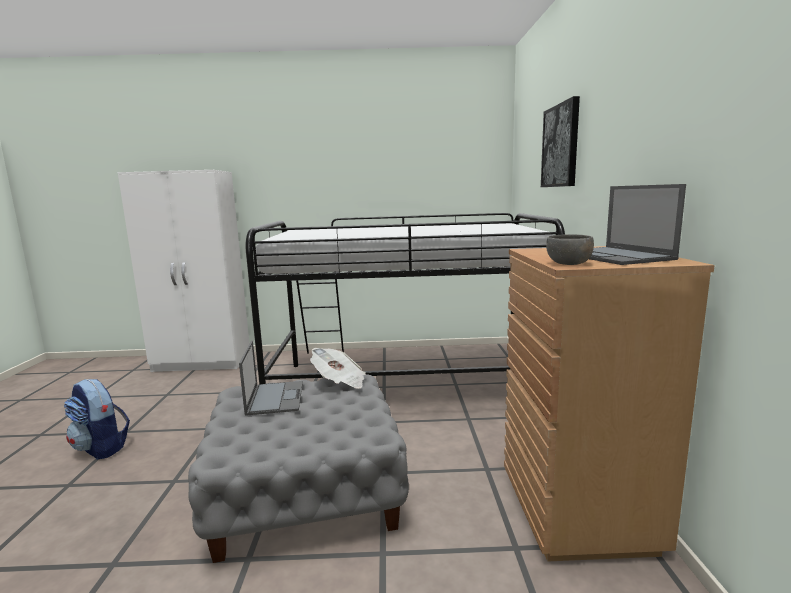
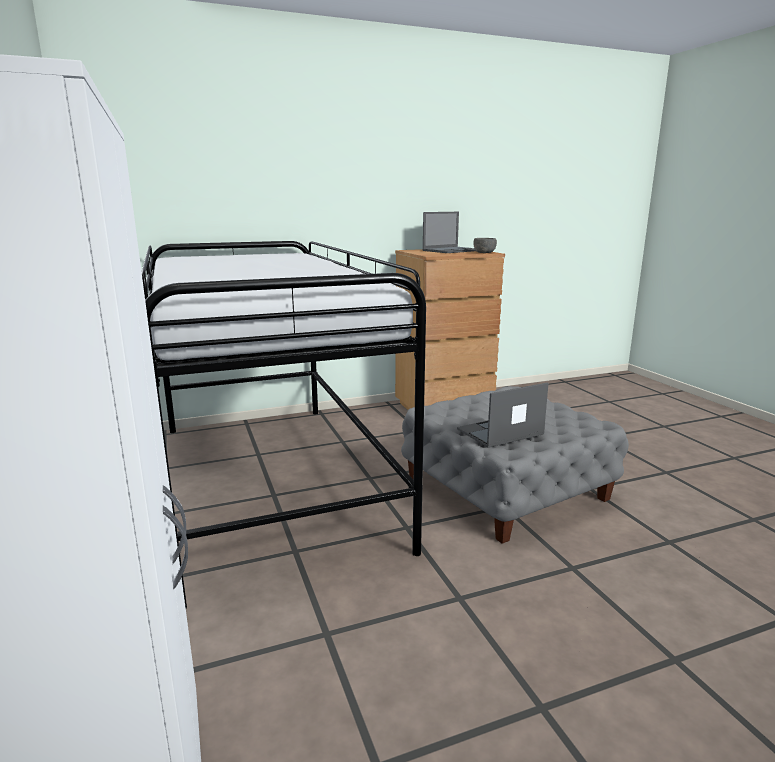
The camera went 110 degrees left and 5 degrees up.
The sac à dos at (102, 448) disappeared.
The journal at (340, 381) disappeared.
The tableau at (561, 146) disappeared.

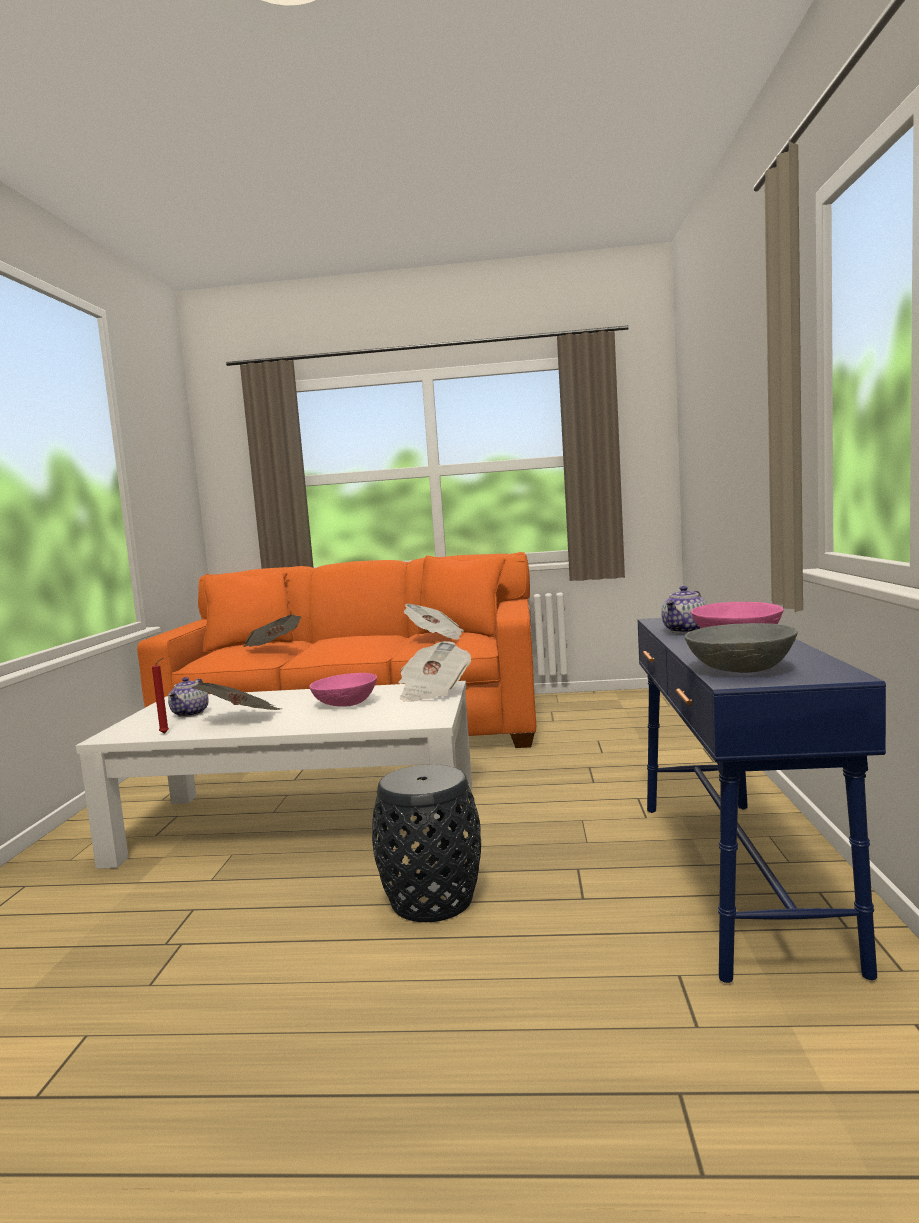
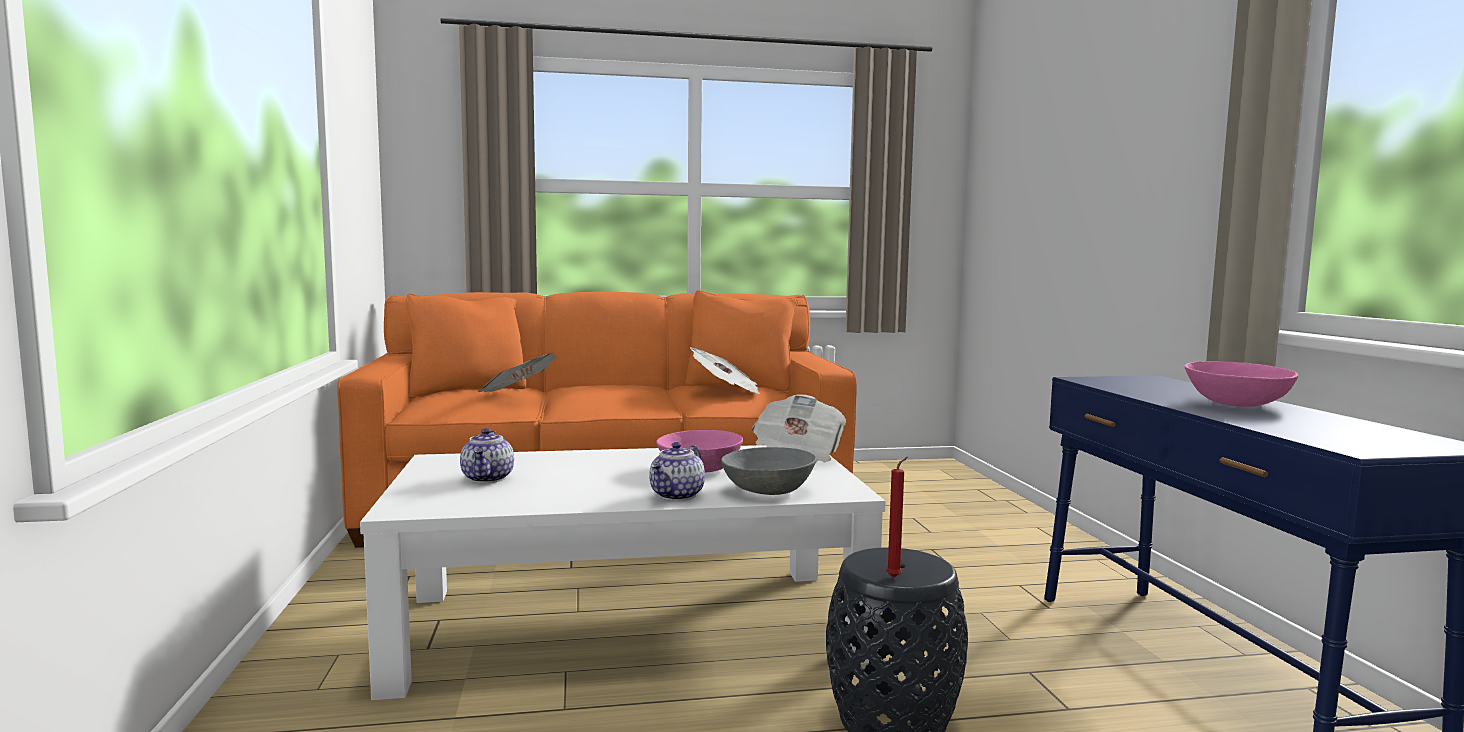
The camera went 15 degrees left and 0 degrees up.
The théière moved from (686, 631) to (678, 496).
The bol [gris] moved from (741, 669) to (768, 490).
The bougie [rouge] moved from (166, 733) to (895, 577).
The journal at (242, 719) disappeared.

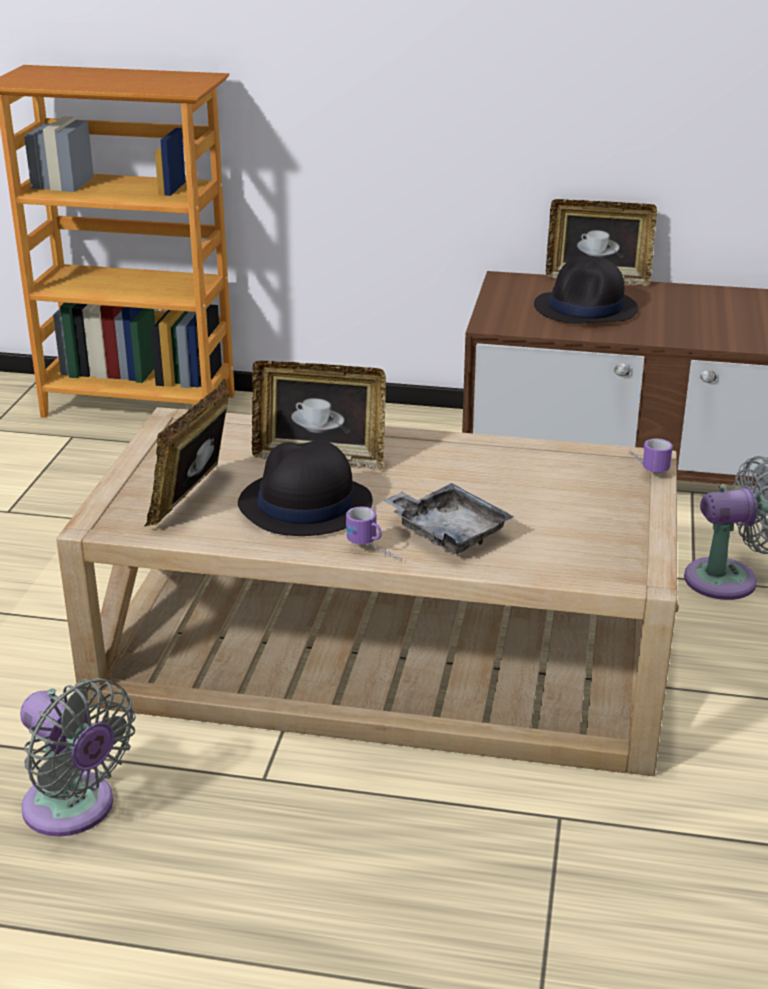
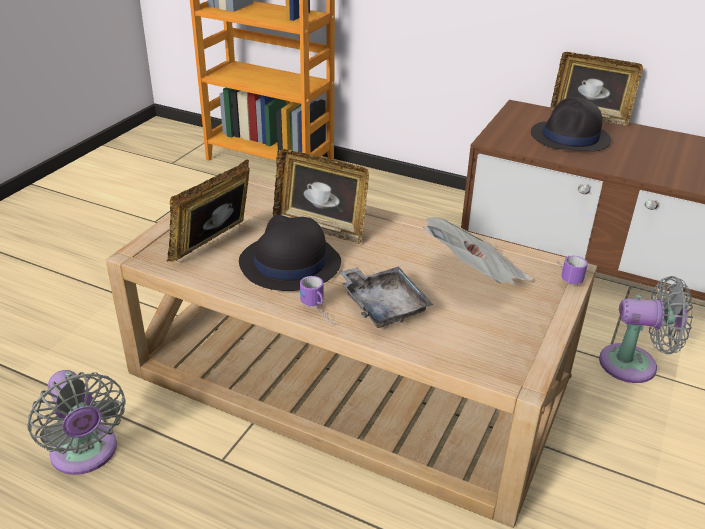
The camera went 15 degrees right and 5 degrees up.
The journal at (475, 276) appeared.

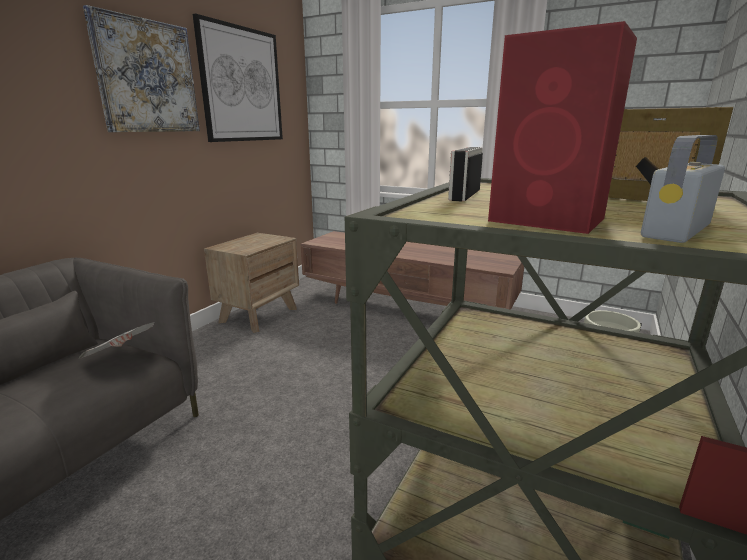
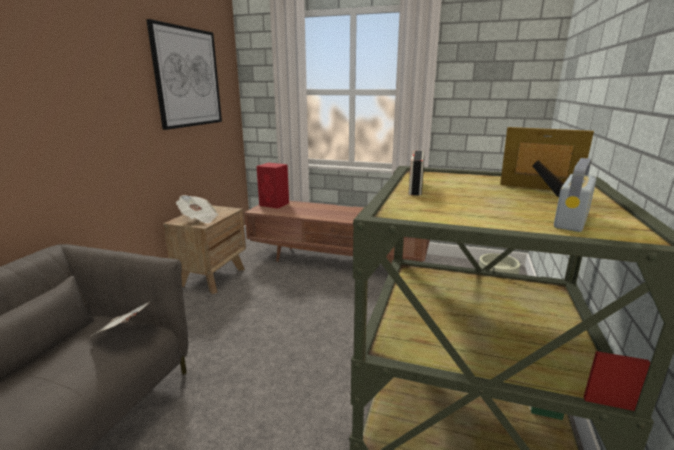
The camera went 10 degrees left and 0 degrees up.
The journal at (199, 219) appeared.
The enceinte [rouge] moved from (550, 220) to (275, 204).
The tableau at (147, 77) disappeared.

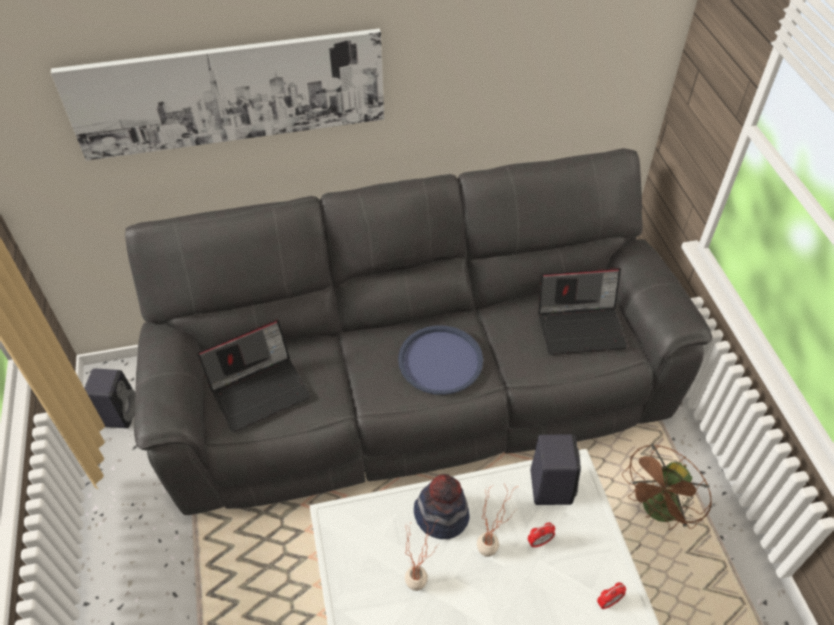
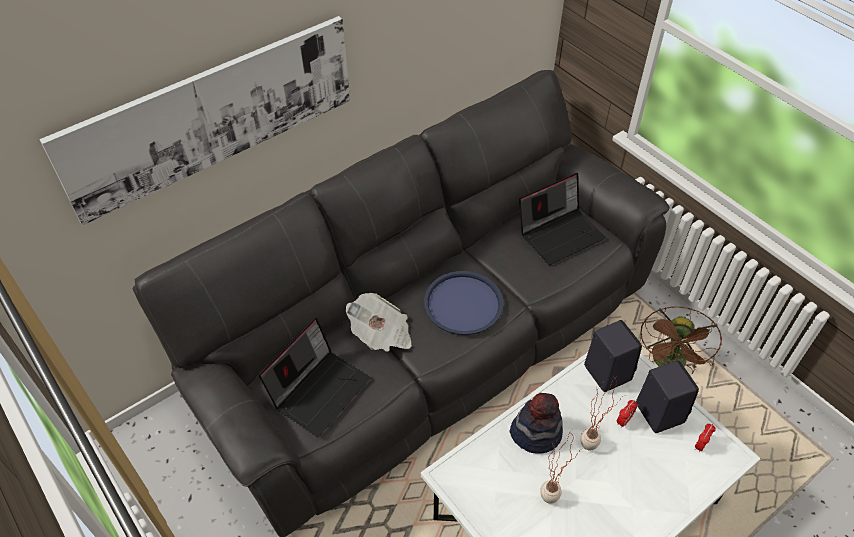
The camera went 25 degrees left and 0 degrees up.
The journal at (381, 334) appeared.
The enceinte [noir] moved from (119, 412) to (658, 411).

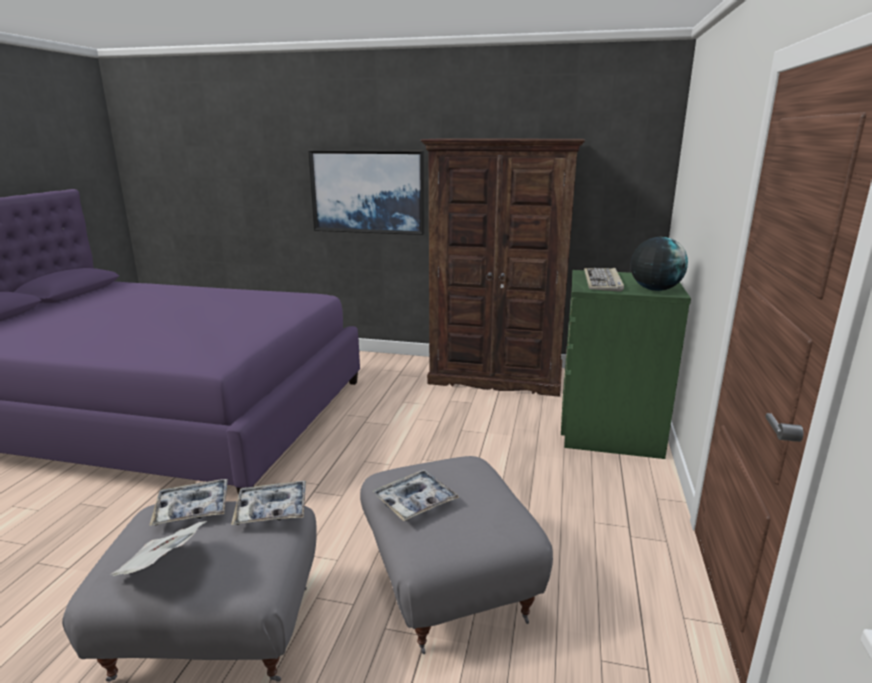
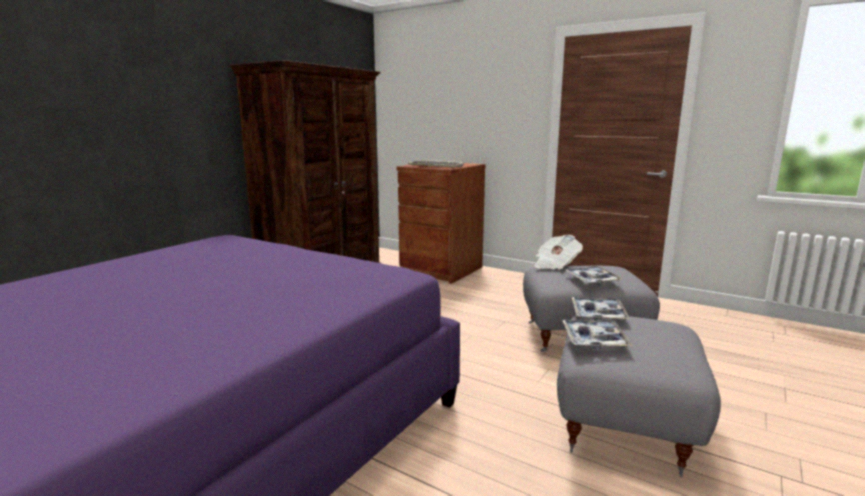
The camera went 70 degrees left and 5 degrees down.
The commode [vert] at (610, 432) became the commode [marron] at (442, 270).
The journal moved from (163, 567) to (555, 264).
The tableau at (368, 192) disappeared.
The globe at (655, 289) disappeared.

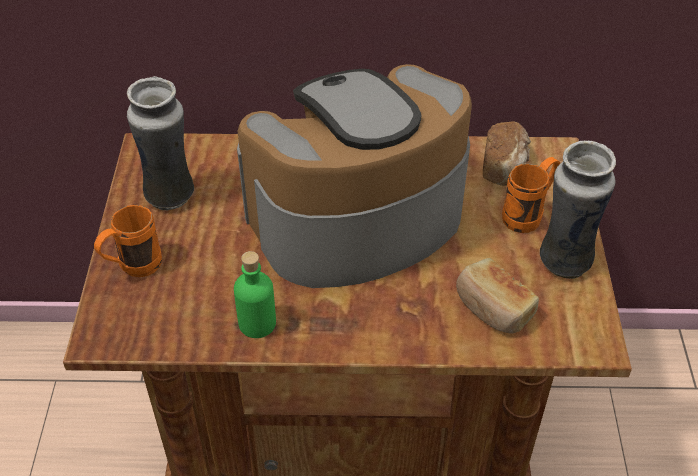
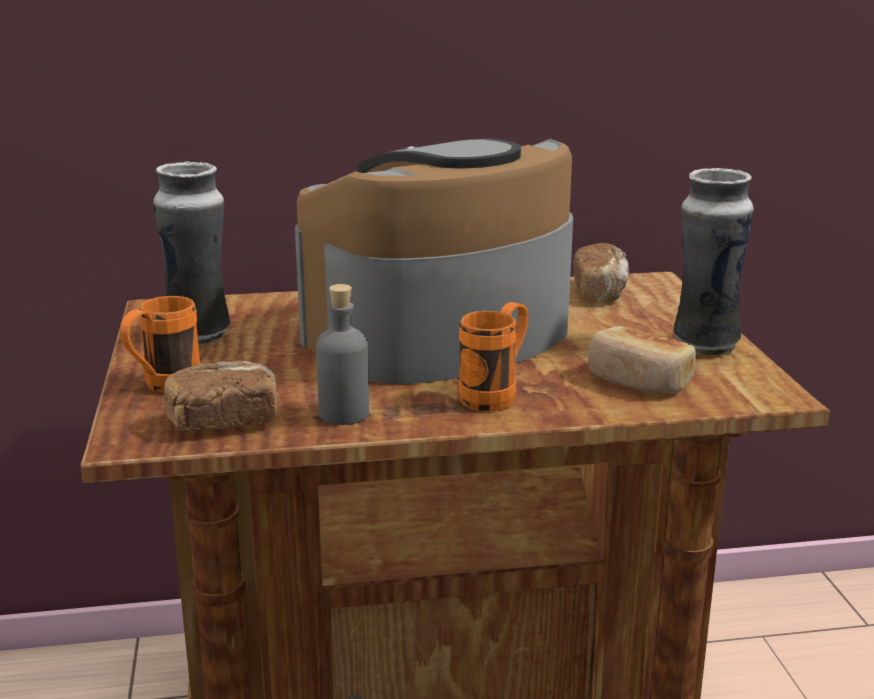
The camera went 10 degrees left and 25 degrees down.
The pain at (223, 422) appeared.
The bouteille [vert] at (257, 323) became the bouteille [gris] at (344, 414).
The mug [orange] moved from (528, 215) to (496, 395).

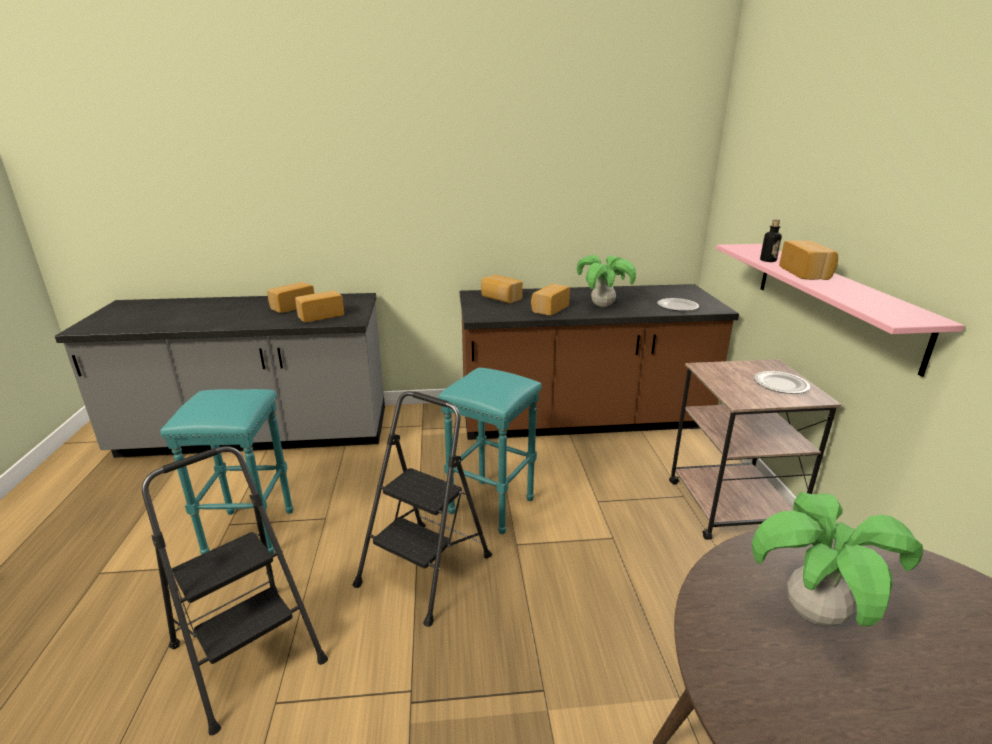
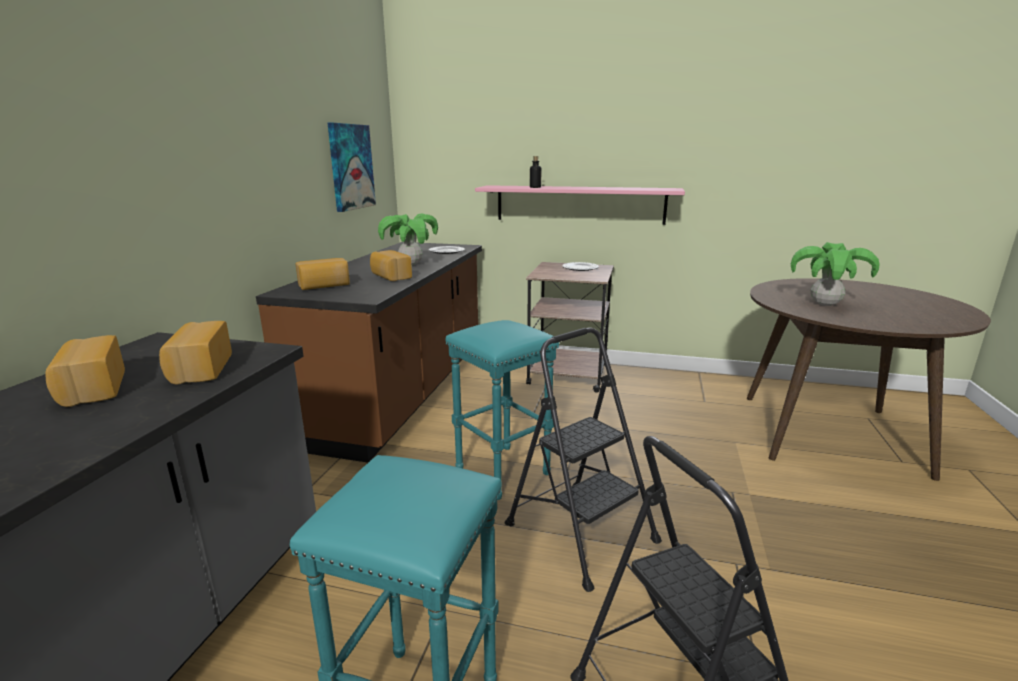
The camera went 70 degrees left and 5 degrees down.
The tableau at (350, 167) appeared.
The pain at (806, 273) disappeared.

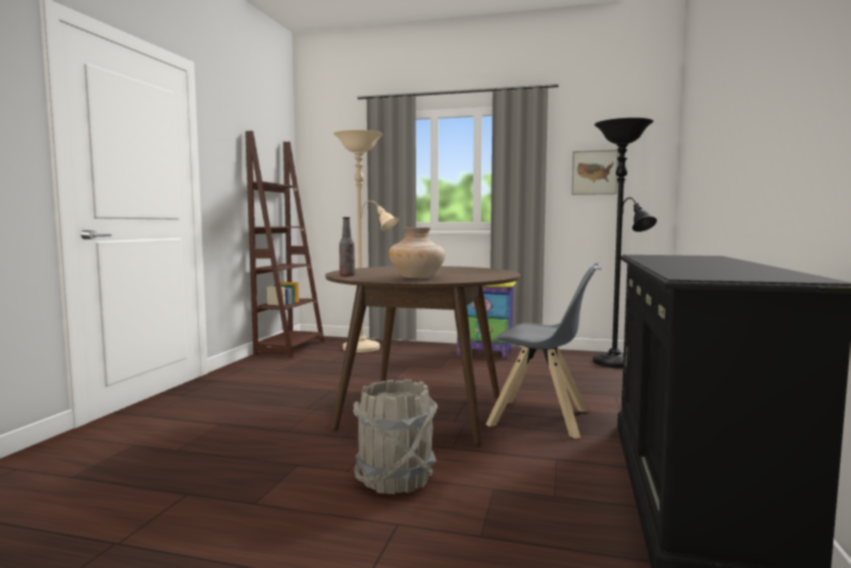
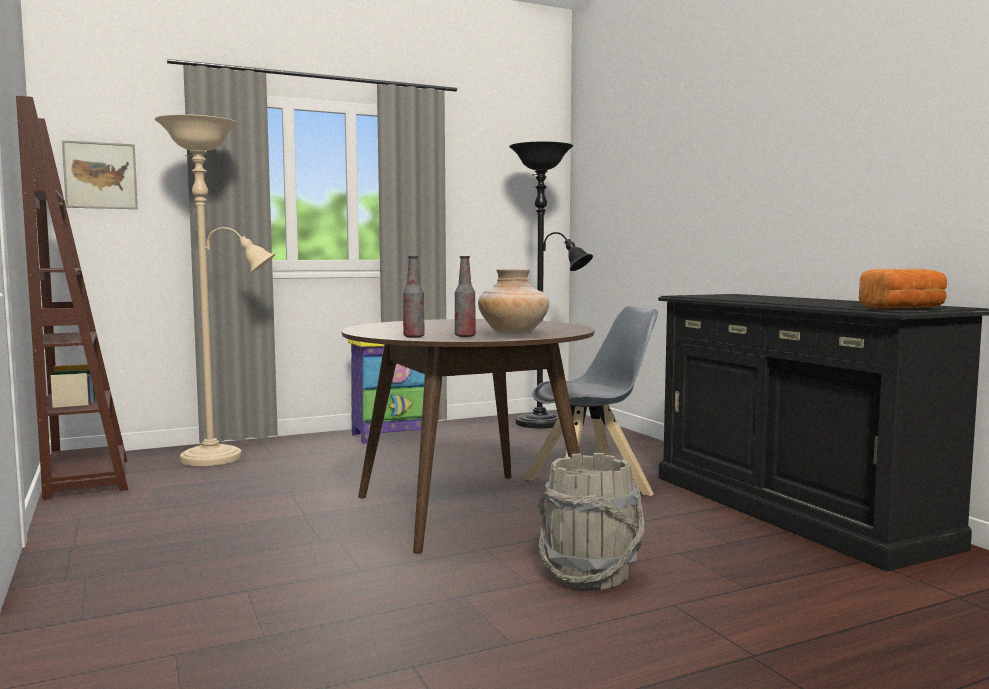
The camera went 40 degrees left and 0 degrees up.
The tableau moved from (594, 172) to (100, 175).
The bouteille at (465, 336) appeared.
The pain at (904, 308) appeared.

